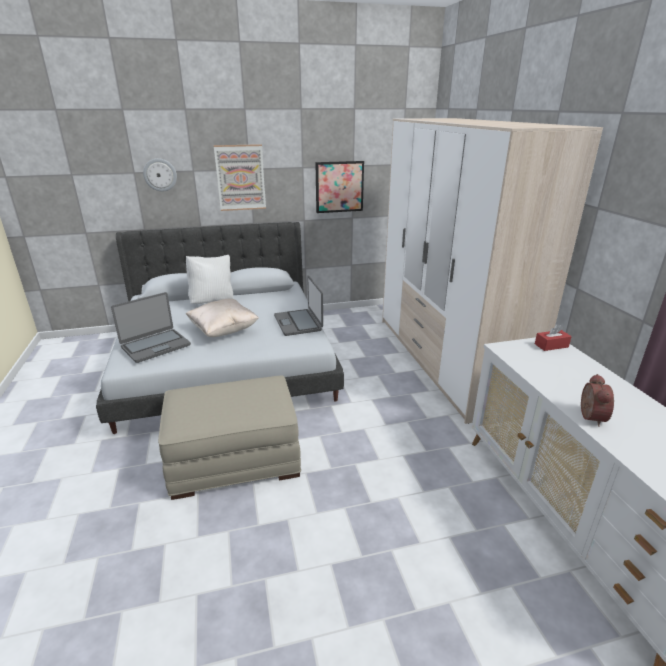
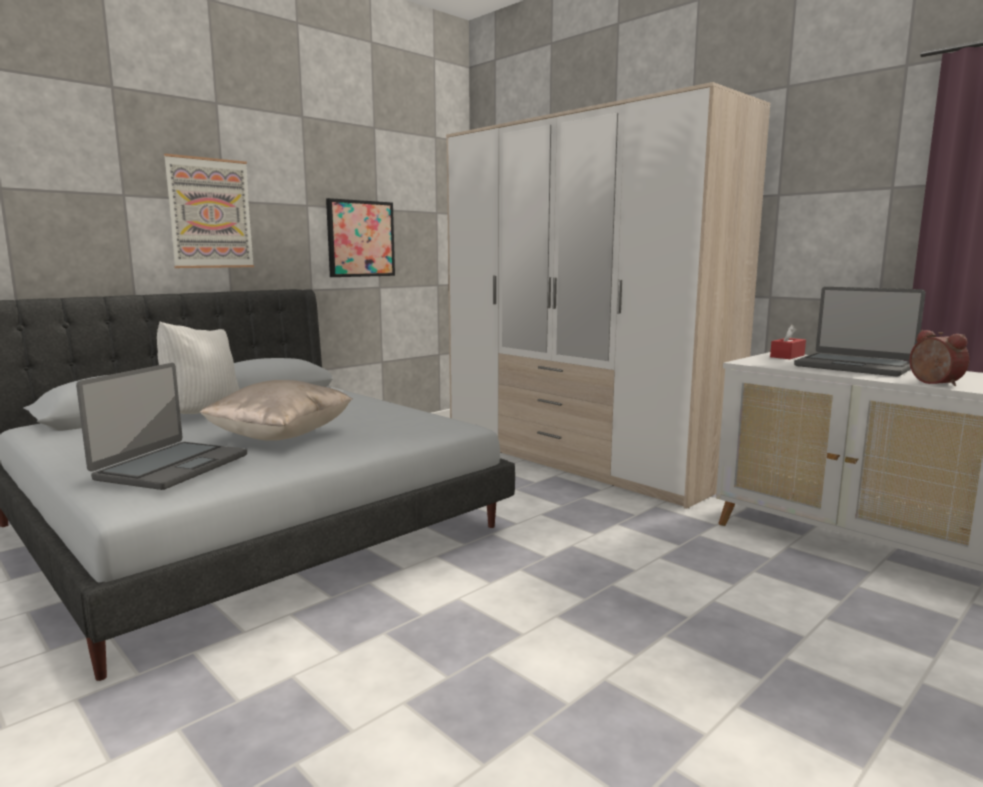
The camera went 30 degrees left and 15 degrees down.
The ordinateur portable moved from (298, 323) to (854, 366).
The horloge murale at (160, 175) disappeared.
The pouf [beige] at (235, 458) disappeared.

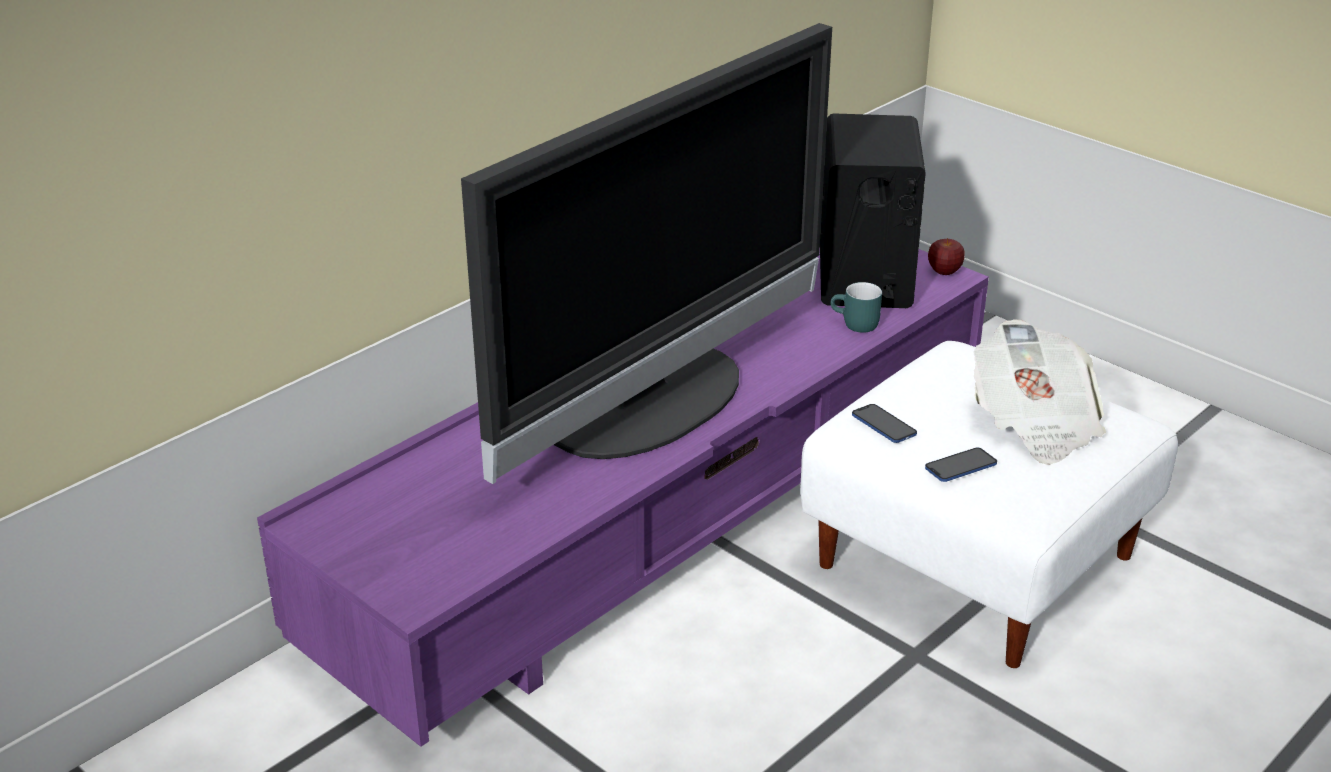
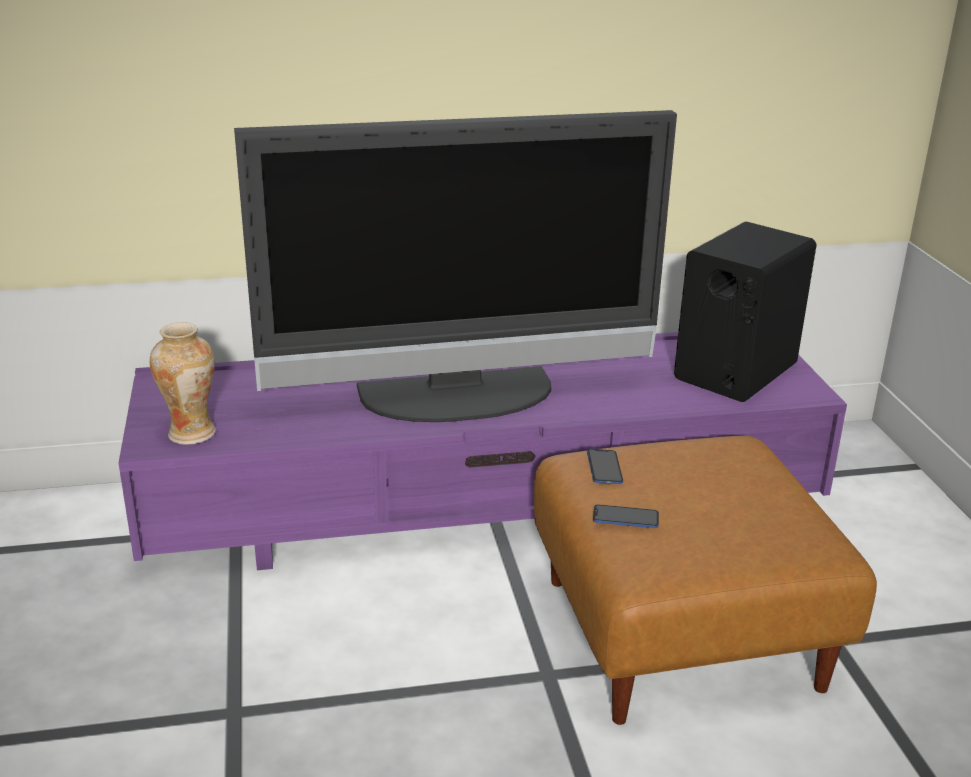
The camera went 35 degrees right and 5 degrees down.
The vase at (191, 433) appeared.
The pouf [blanc] at (978, 560) became the pouf [marron] at (683, 633).
The mug [turquoise] at (854, 325) disappeared.
The pomme at (944, 271) disappeared.
The journal at (1034, 423) disappeared.

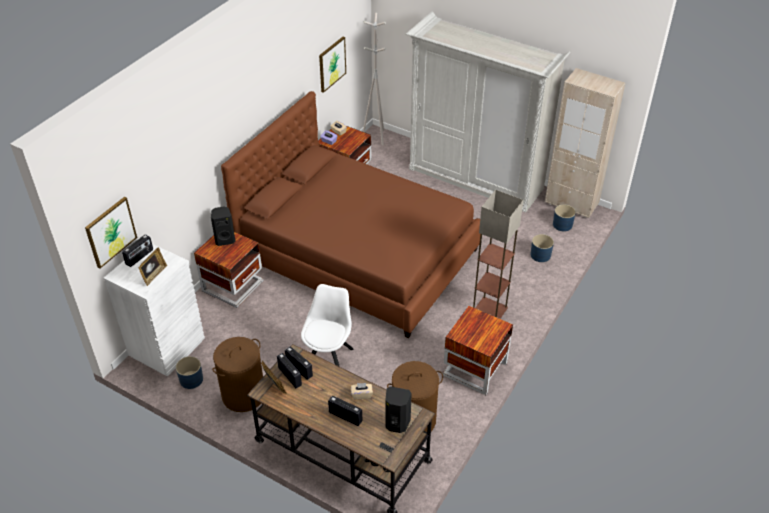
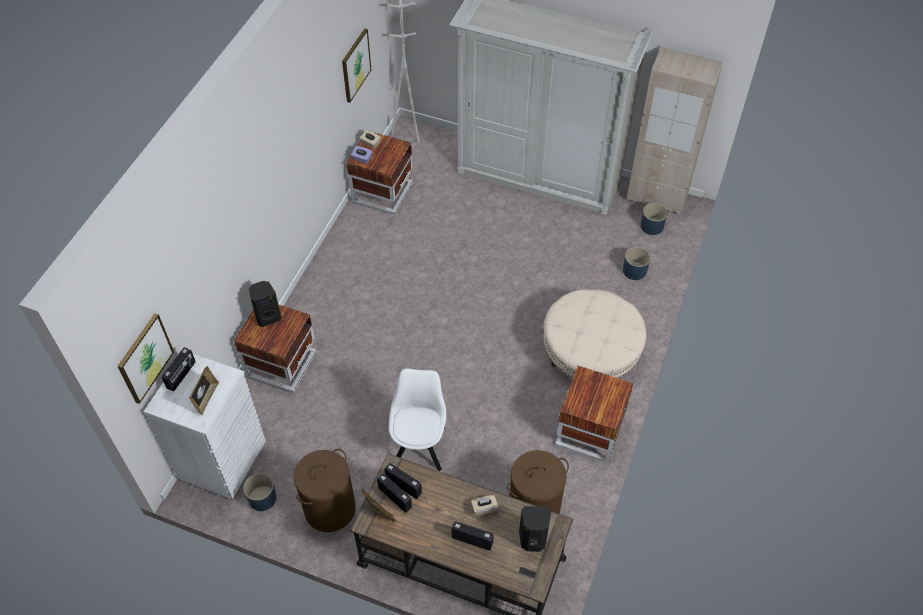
The camera went 10 degrees left and 10 degrees up.
The lampadaire at (489, 310) was replaced by the pouf [beige] at (590, 353).
The lit [marron] at (357, 254) disappeared.

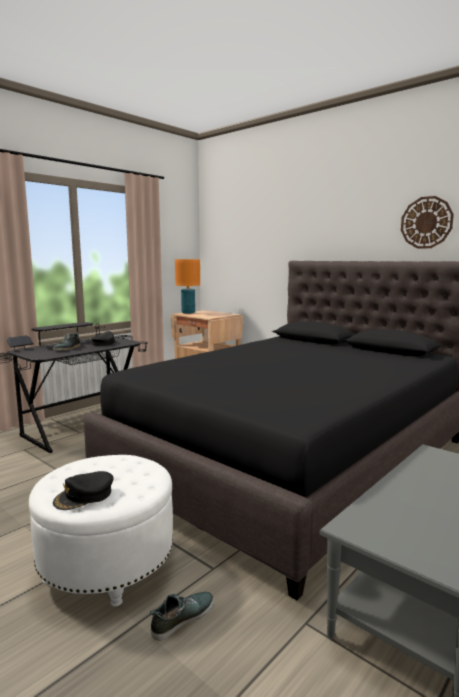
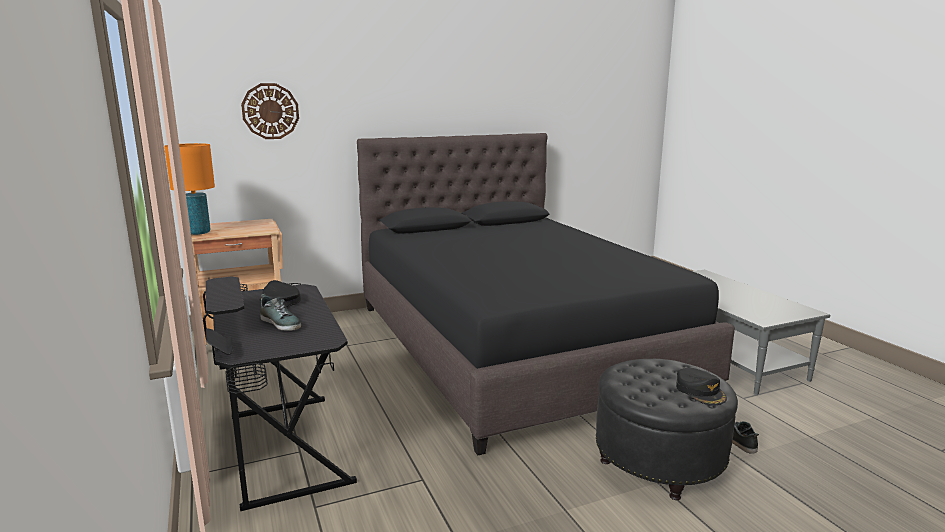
The camera went 65 degrees left and 5 degrees up.
The horloge murale moved from (426, 222) to (270, 111).
The pouf [blanc] at (107, 564) became the pouf [noir] at (659, 462).

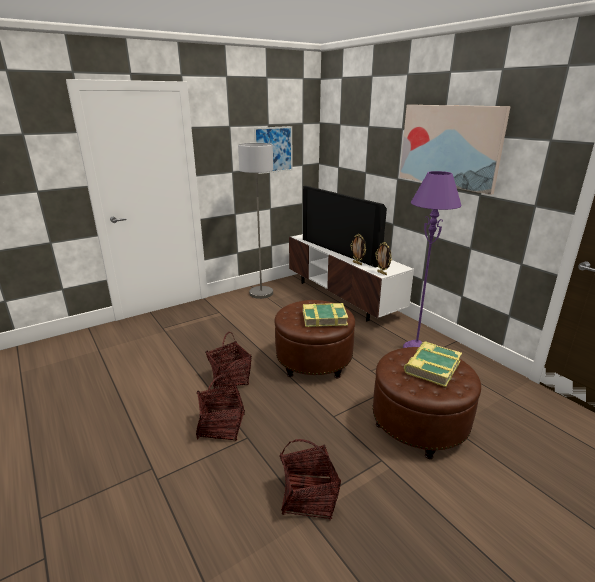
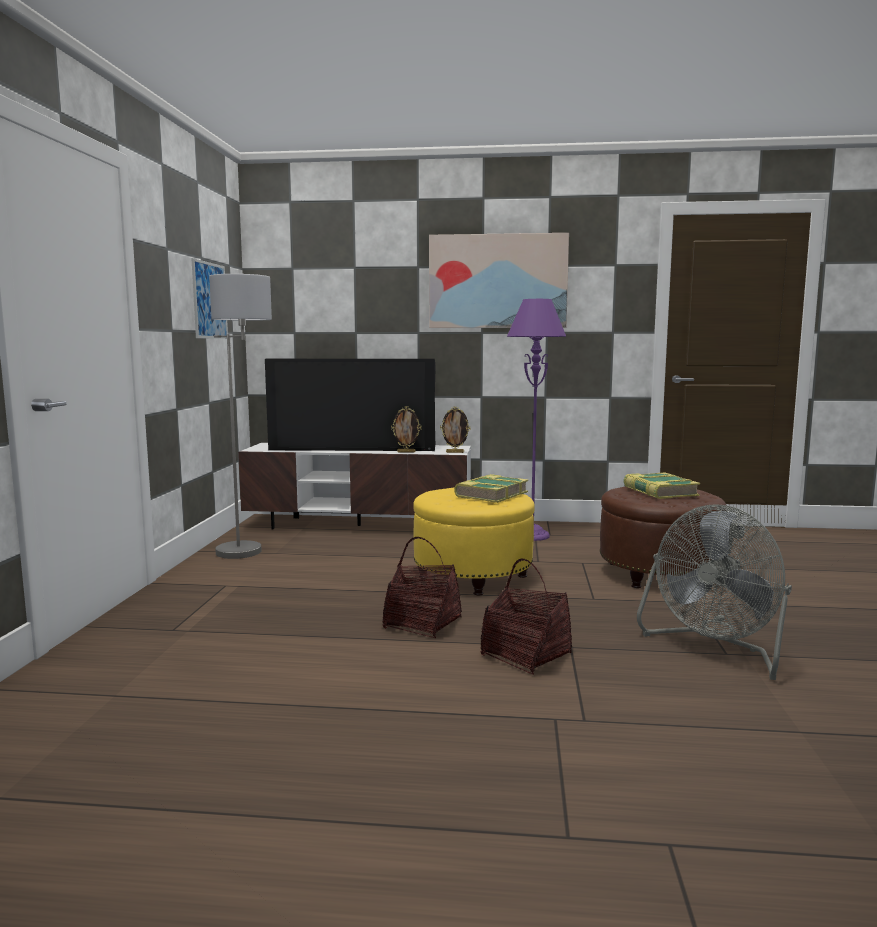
The camera went 50 degrees left and 15 degrees down.
The pouf [marron] at (314, 362) became the pouf [jaune] at (473, 576).
The panier at (308, 497) was replaced by the ventilateur [gris] at (713, 646).

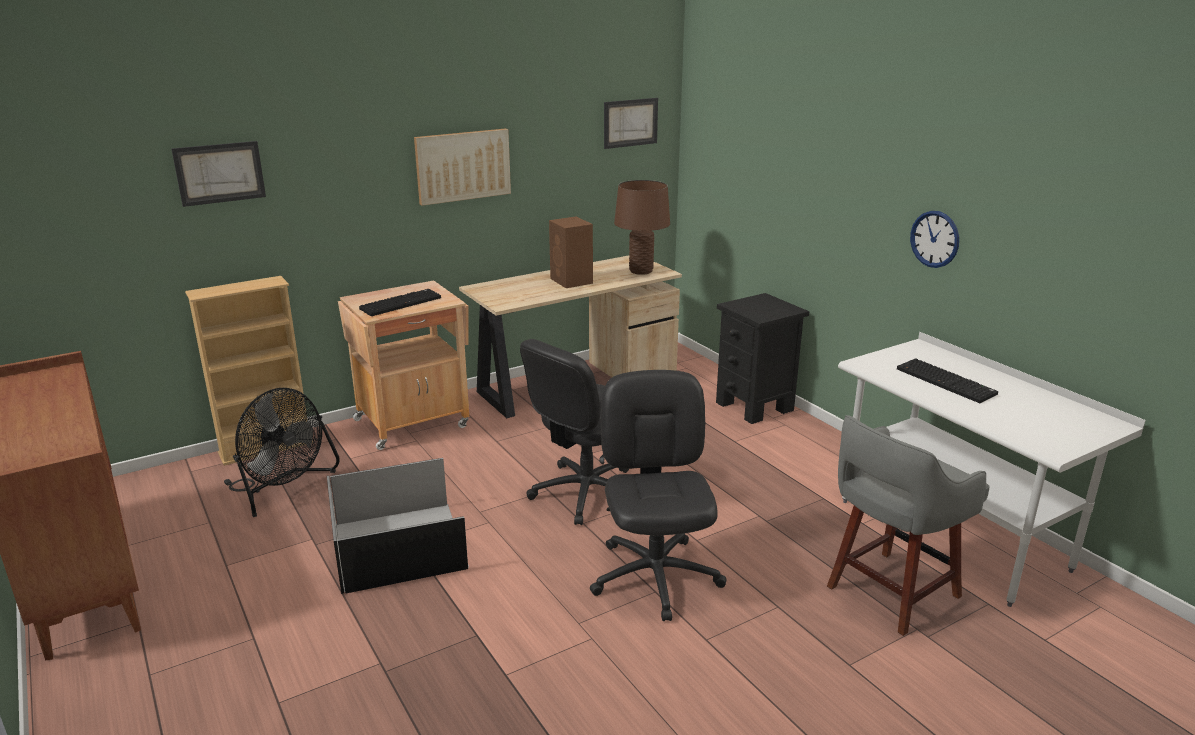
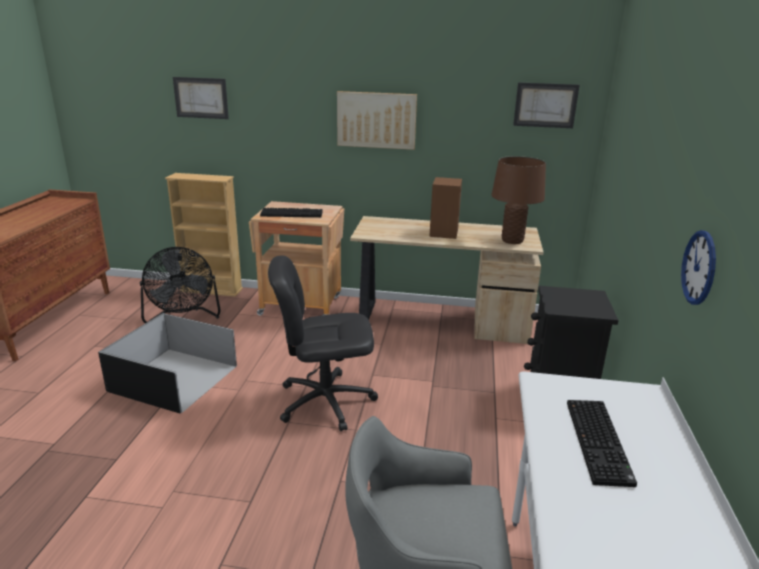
The camera went 40 degrees right and 0 degrees up.
The chaise de bureau [noir] at (655, 576) disappeared.

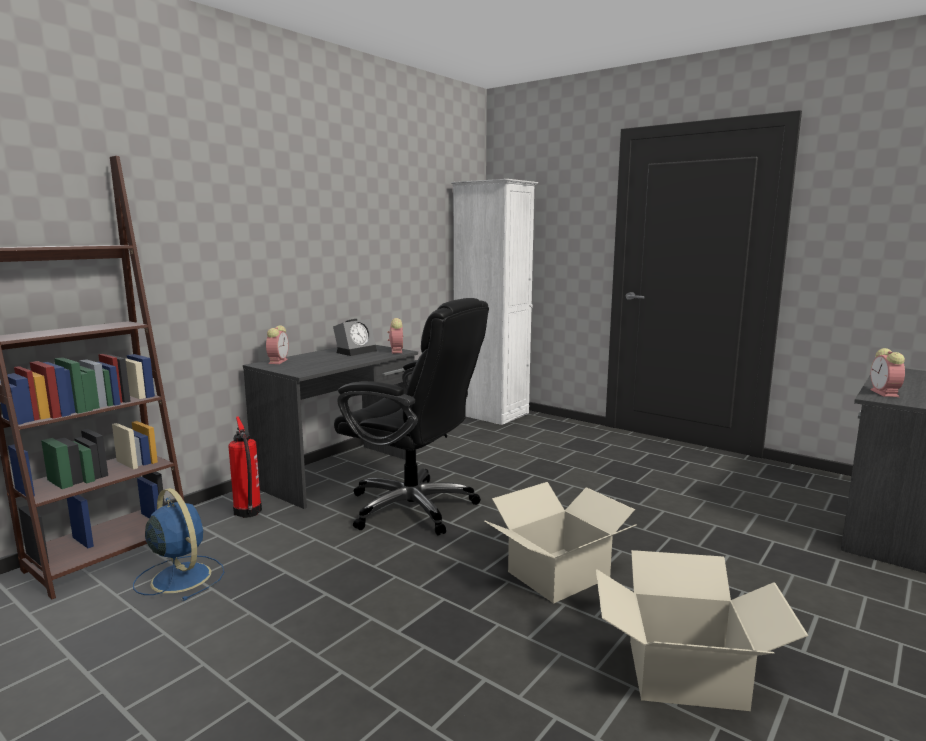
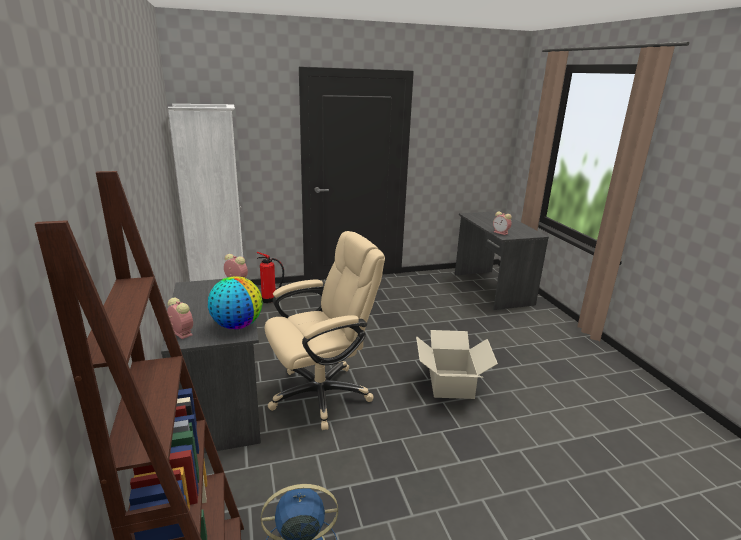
The camera went 55 degrees left and 10 degrees up.
The globe at (237, 325) appeared.
The extincteur moved from (248, 513) to (270, 300).
The chaise de bureau [noir] at (412, 507) became the chaise de bureau [beige] at (320, 394).
The réveil at (356, 351) disappeared.
The carton at (686, 675) disappeared.

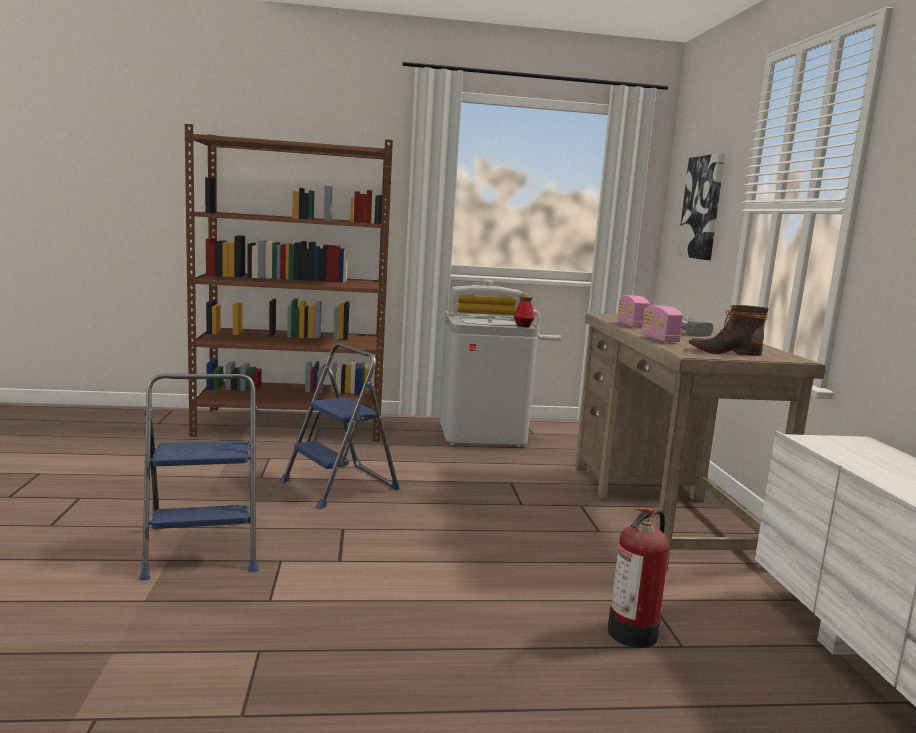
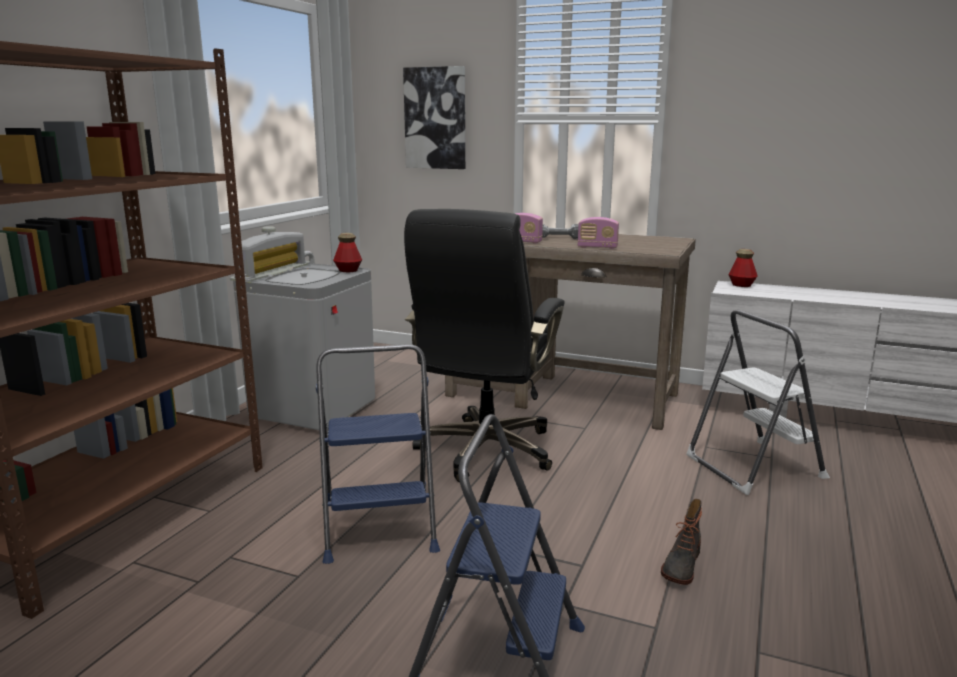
The camera went 60 degrees left and 5 degrees up.
The chaise de bureau [noir] at (487, 448) appeared.
The botte moved from (723, 352) to (680, 565).
The extincteur at (634, 631) was replaced by the escabeau [blanc] at (750, 466).
The bouteille at (741, 285) appeared.

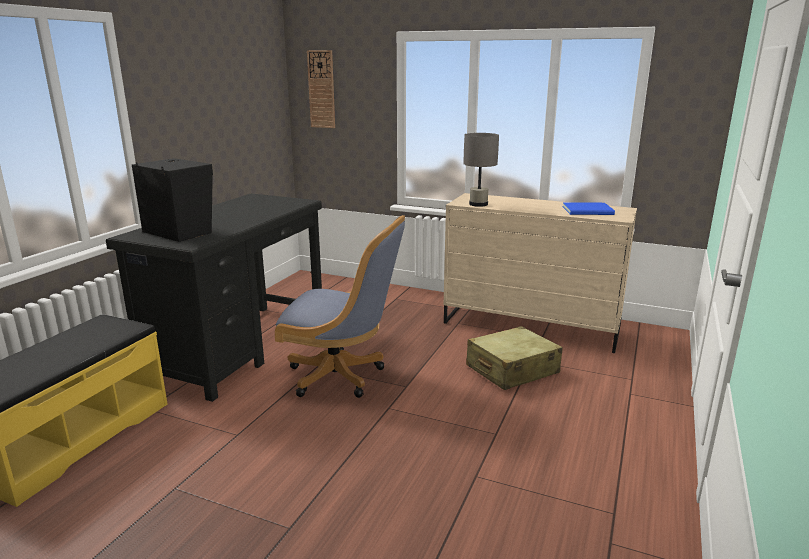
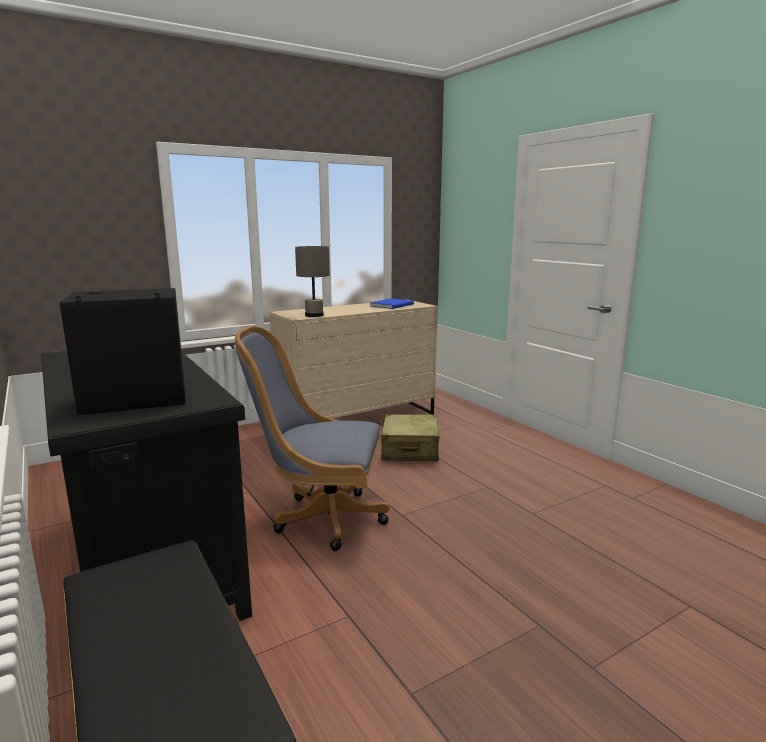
The camera went 55 degrees left and 5 degrees down.
The chaise de bureau [bleu] at (344, 377) turned 135 degrees counterclockwise.
The horloge murale at (321, 89) disappeared.

